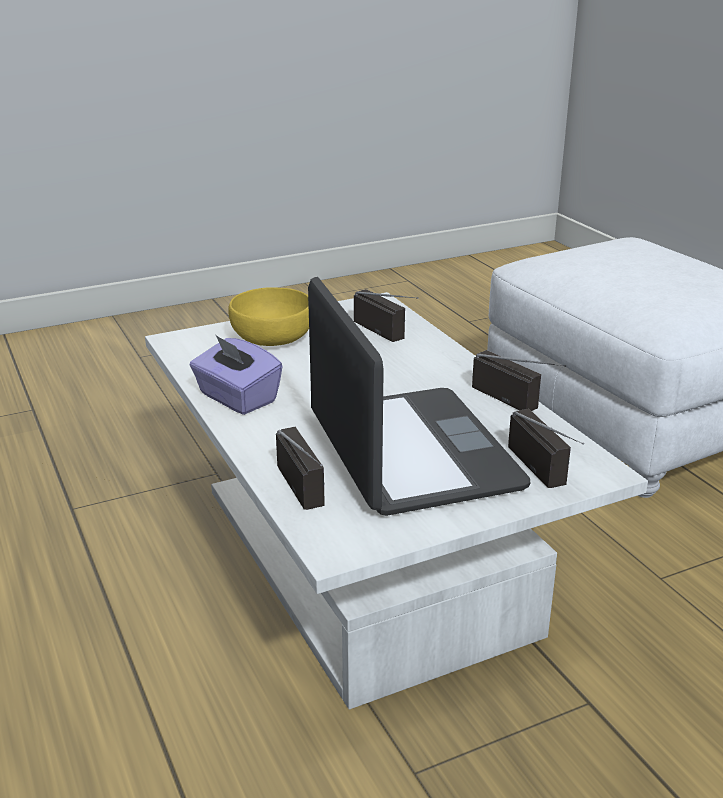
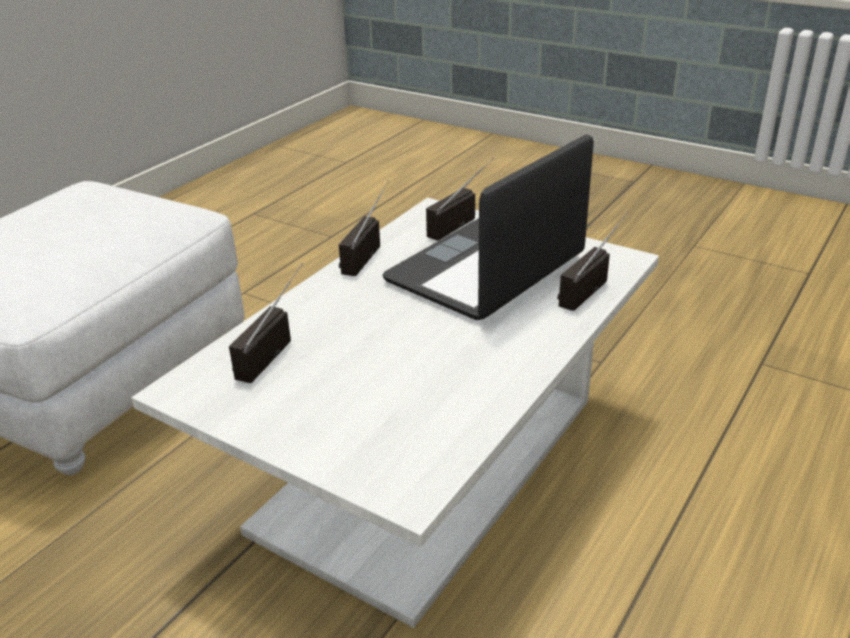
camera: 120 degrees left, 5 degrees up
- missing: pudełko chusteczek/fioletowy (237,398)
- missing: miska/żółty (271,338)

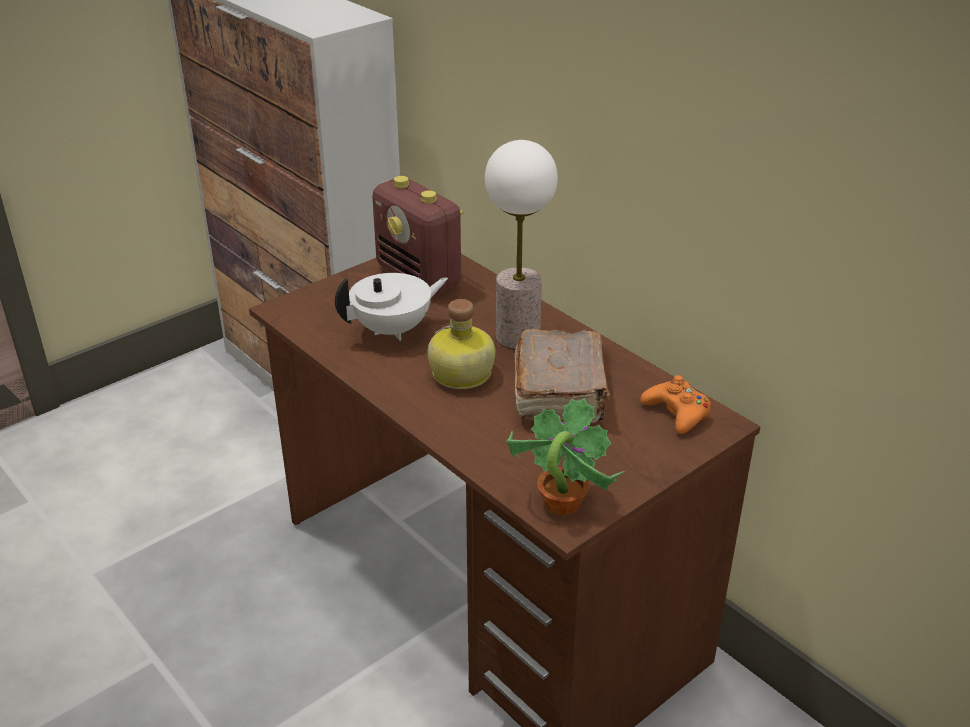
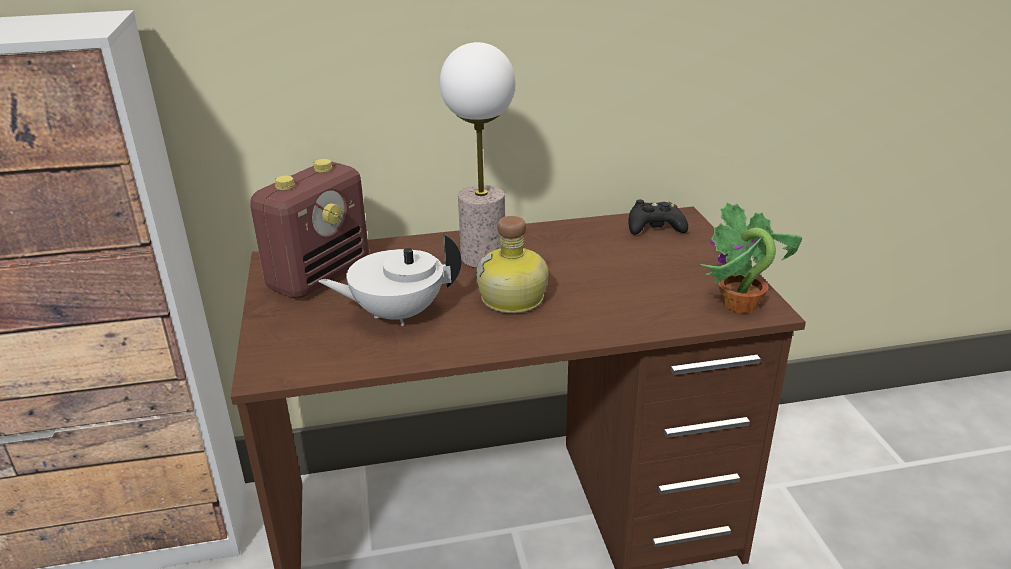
camera: 60 degrees left, 5 degrees down
- spun: imbryk/biały (393,330) = (397,314) 105 degrees counterclockwise
- spun: radio (419,277) = (320,275) 45 degrees counterclockwise
- missing: książka/brązowy (561,393)
- colour: pad do gier/pomarańczowy (677,413) to pad do gier/czarny (655,227)

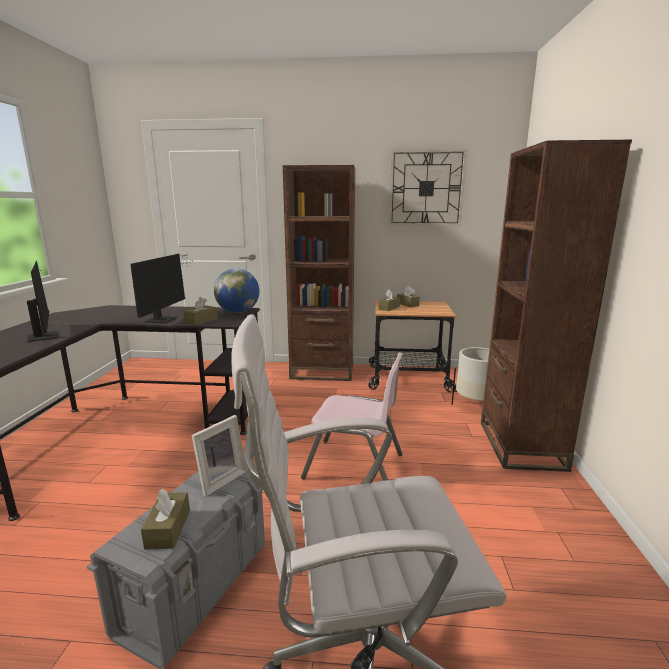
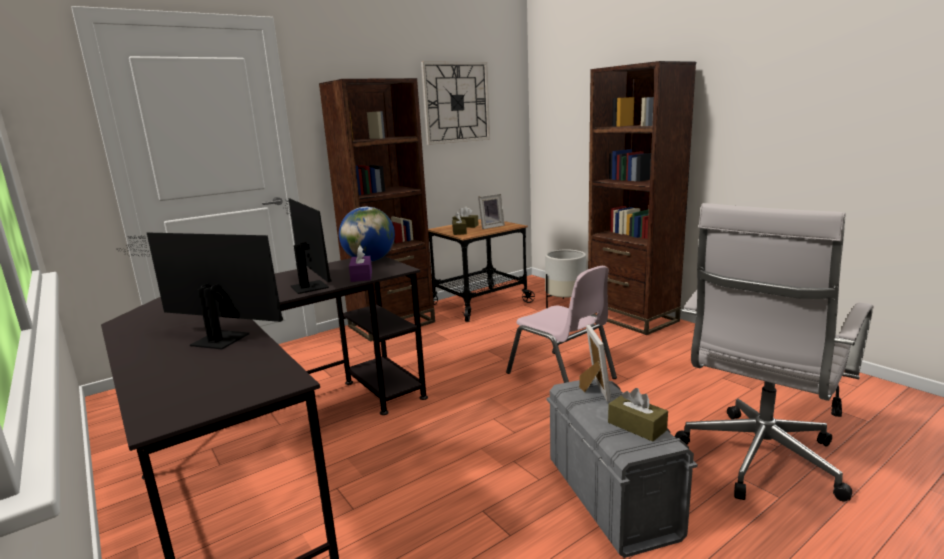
camera: 40 degrees left, 0 degrees up
- colour: pudełko chusteczek/brązowy (201,321) to pudełko chusteczek/fioletowy (361,276)
- spun: krzesło/różowy (354,466) = (561,376) 75 degrees clockwise
- appeared: ramka na zdjęcie (490,226)

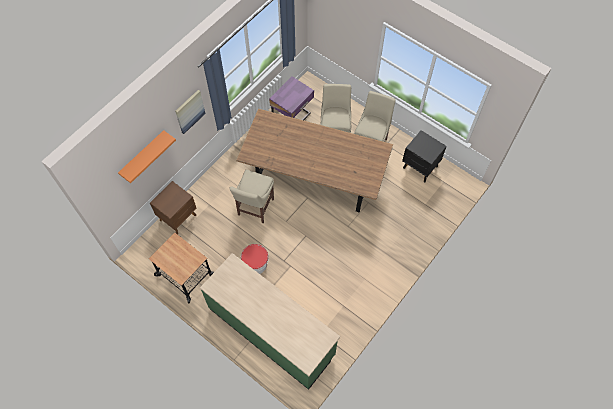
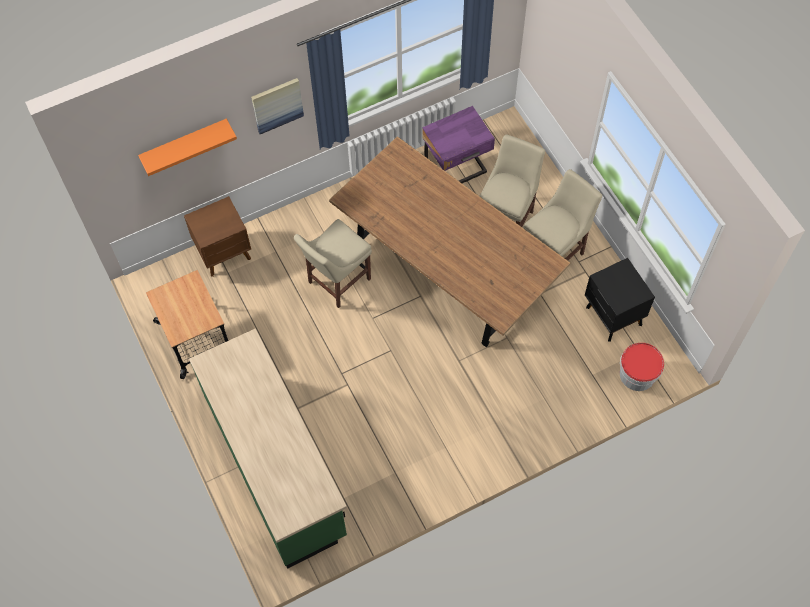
camera: 25 degrees right, 0 degrees up
- relocated: wiadro (255,263) to (637,374)

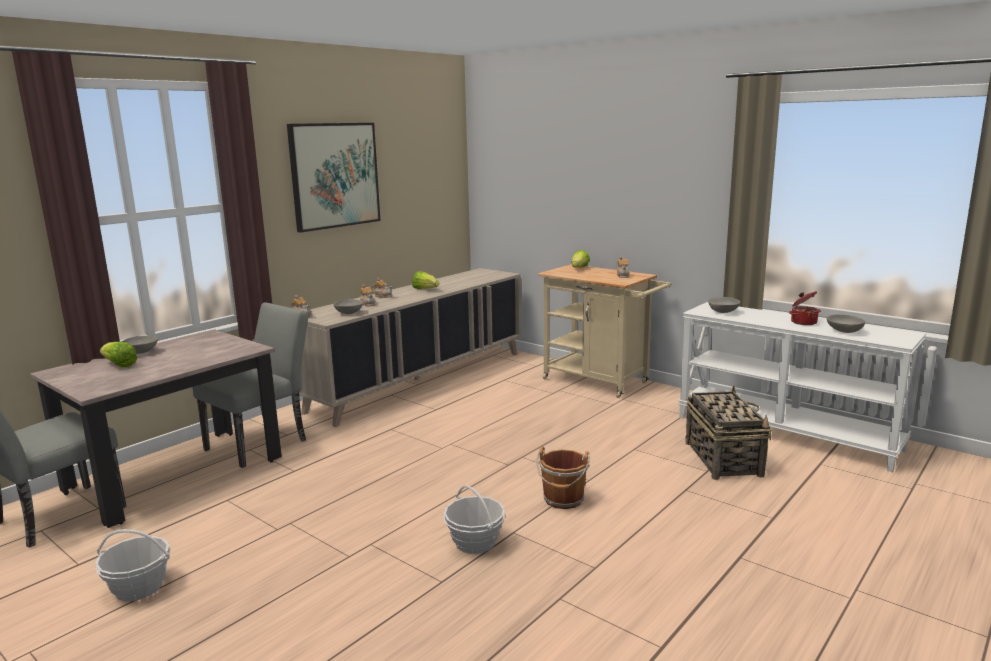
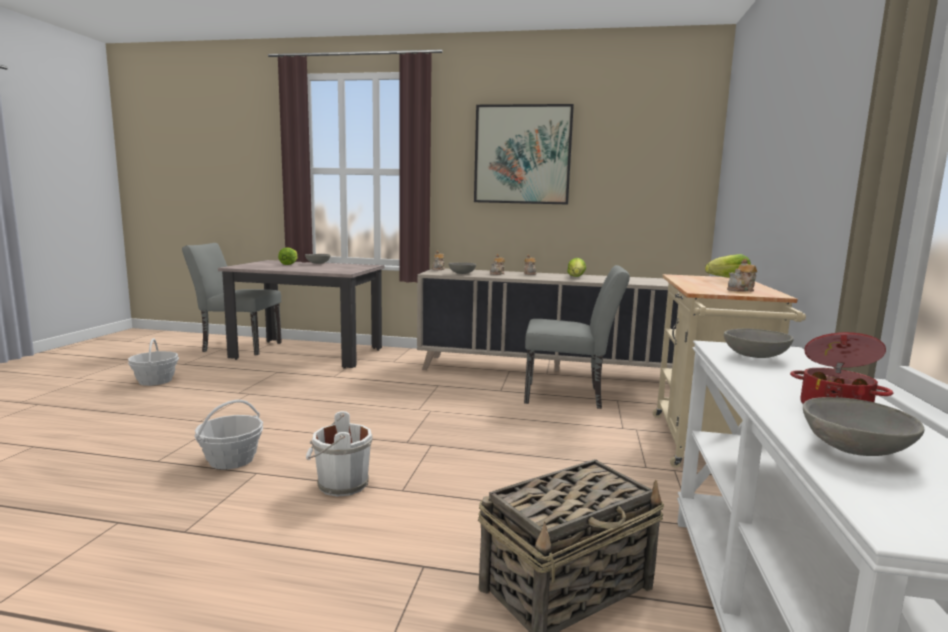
camera: 60 degrees right, 5 degrees down
- relocated: krzesło/szary (263,442) to (570,396)
- colour: wiadro/brązowy (563,500) to wiadro/biały (340,485)

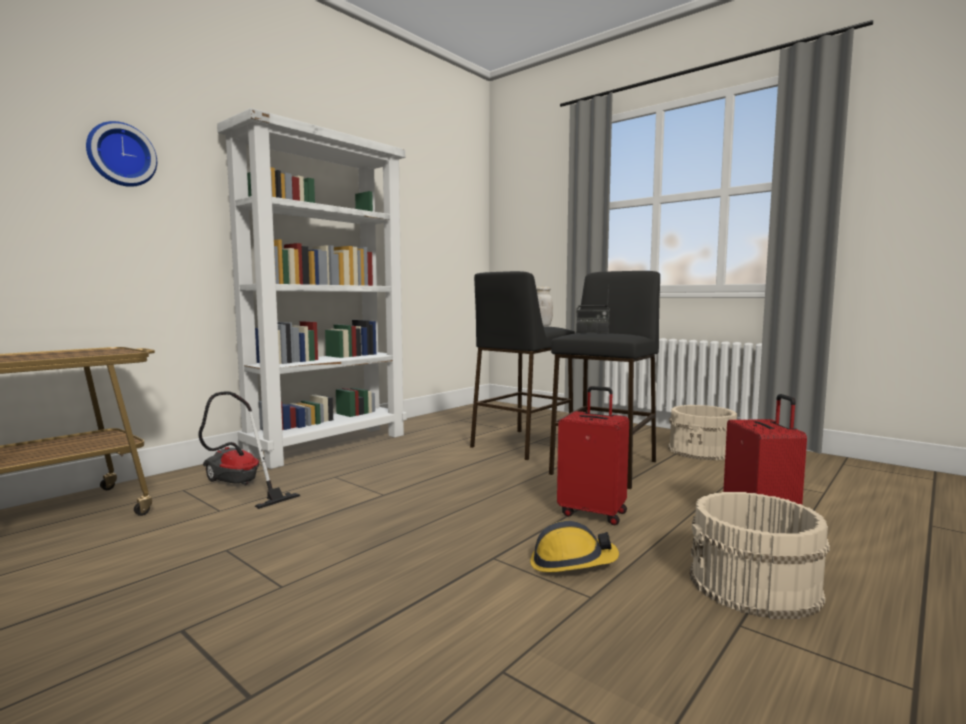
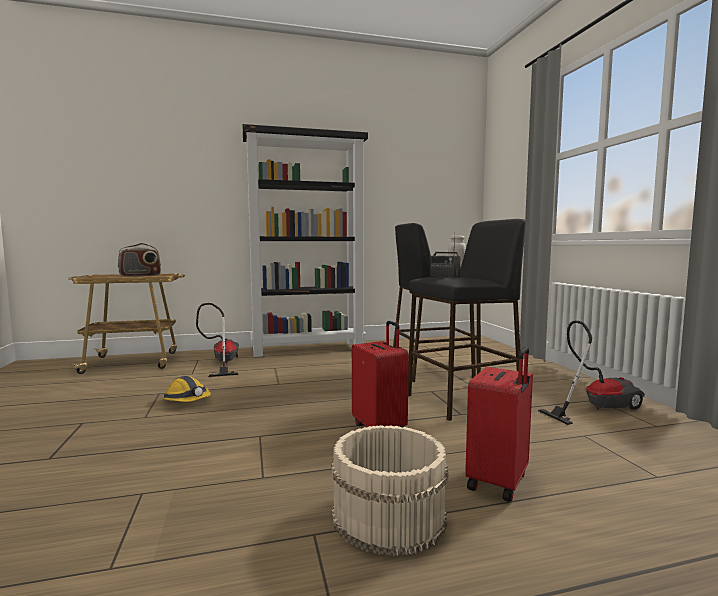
camera: 35 degrees right, 0 degrees up
- missing: zegar ścienny (121,155)
- colour: regał/biały (329,445) to regał/czarny (308,349)
- relocated: kask (571,563) to (187,401)
- exchanged: wiadro/beżowy (702,451) to odkurzacz (595,407)
- appeared: radio (140,275)

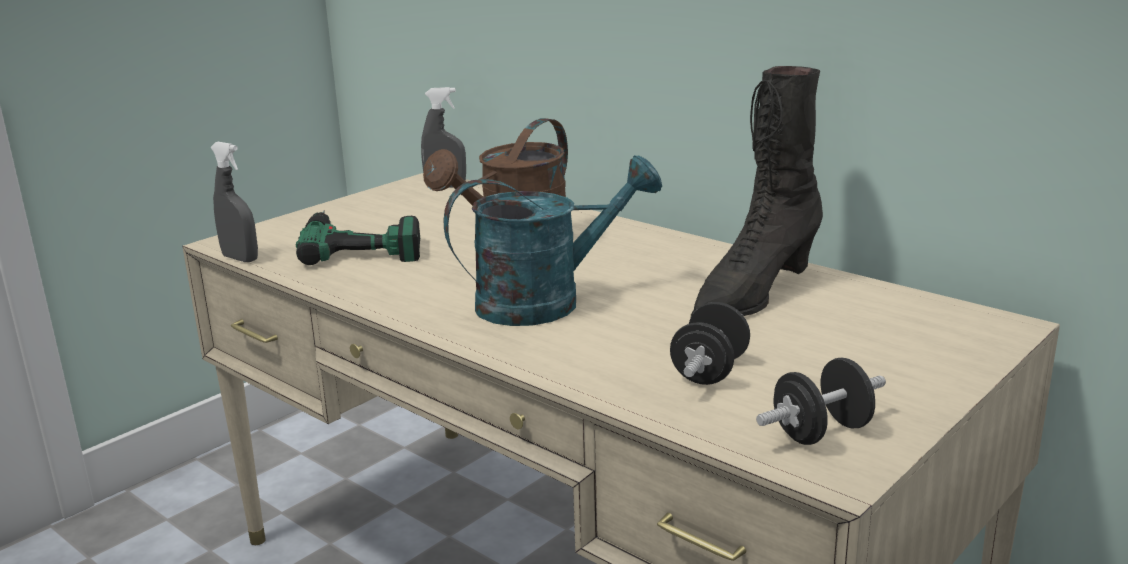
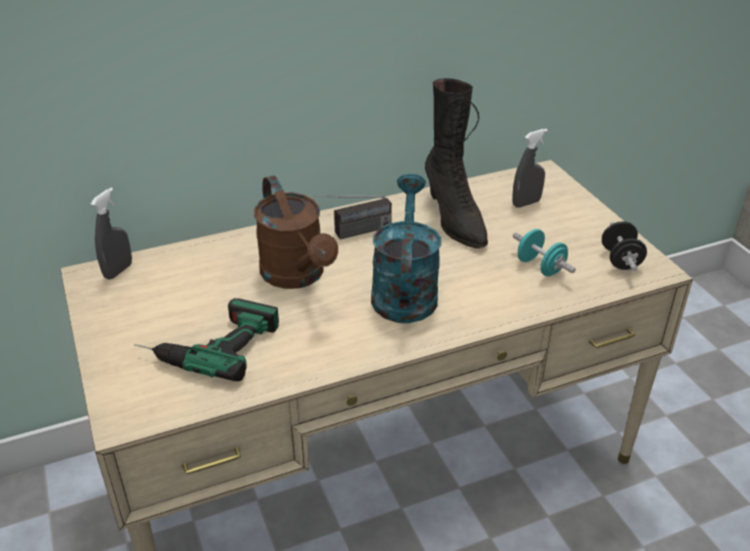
camera: 65 degrees left, 15 degrees up
- relocated: spryskiwacz/szary (240,258) to (526,203)
- colour: hantel/czarny (709,371) to hantel/turkusowy (540,267)
- appeared: radio (349,234)

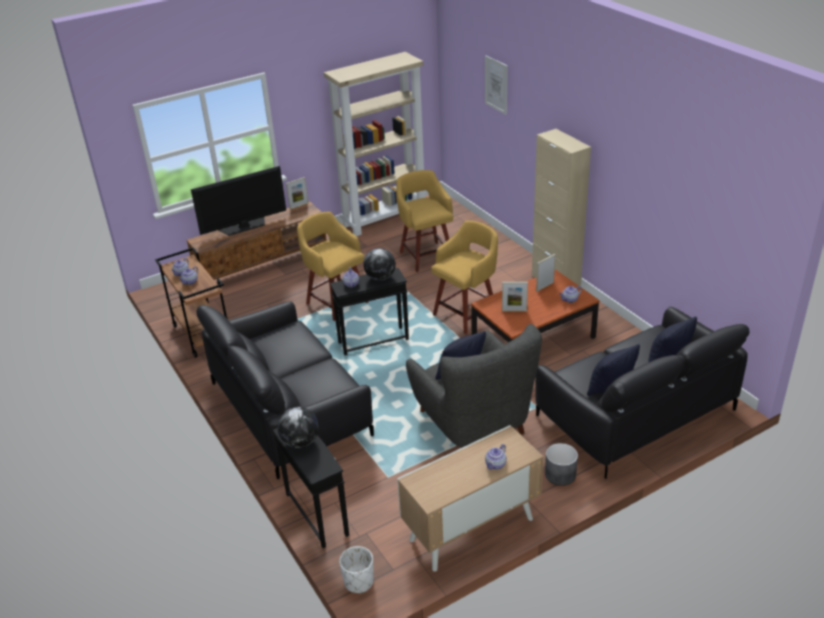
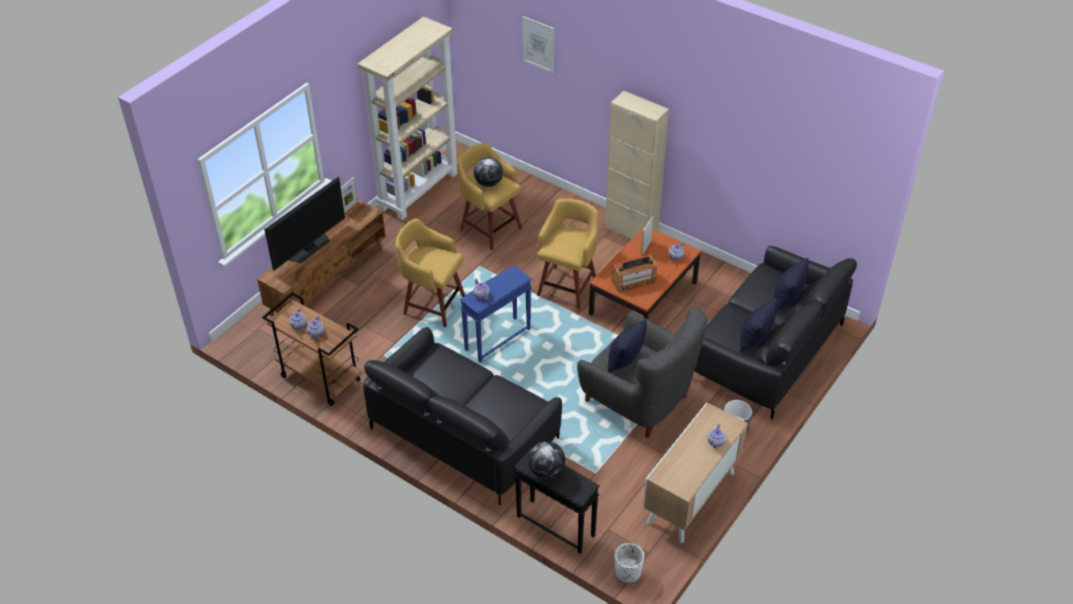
camera: 25 degrees left, 10 degrees up
- colour: stolik/czarny (373,341) to stolik/niebieski (497,339)
- relocated: globus (380,278) to (489,183)
- exchanged: ramka na zdjęcie (514,311) to radio (633,281)

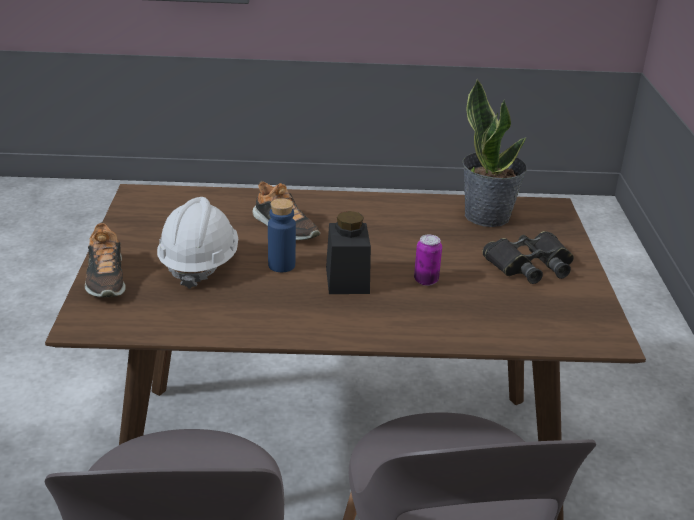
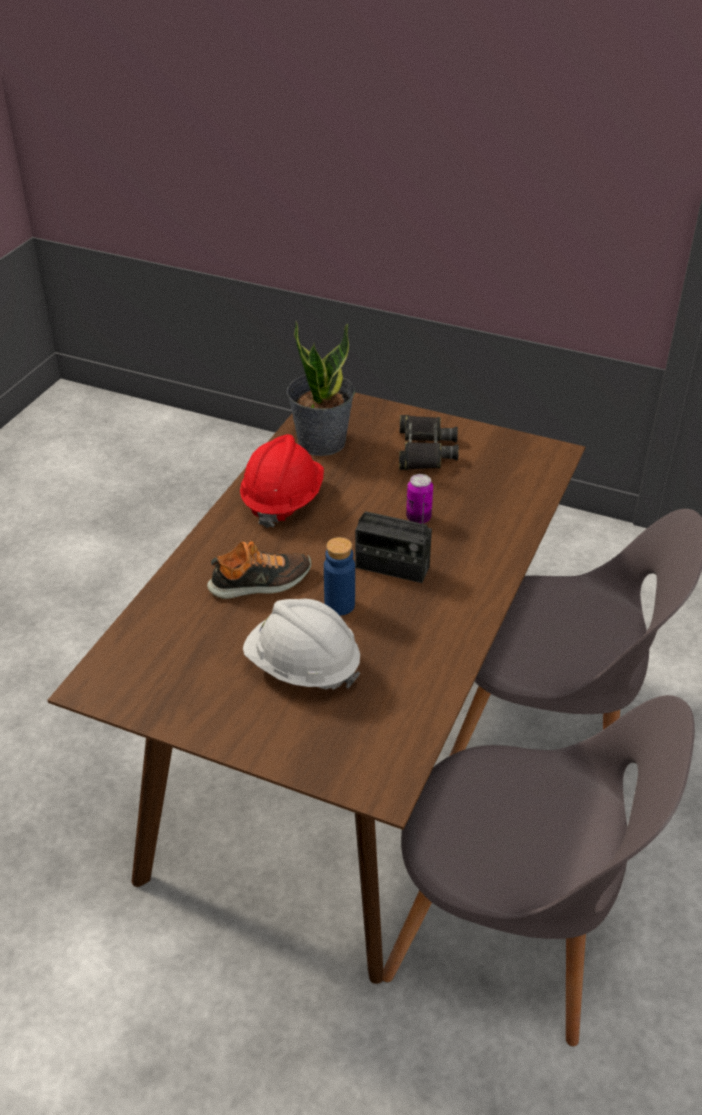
camera: 65 degrees left, 10 degrees up
- missing: but (106,278)
- exchanged: słoik/czarny (347,280) to radio (392,567)
- appeared: kask/czerwony (282,500)

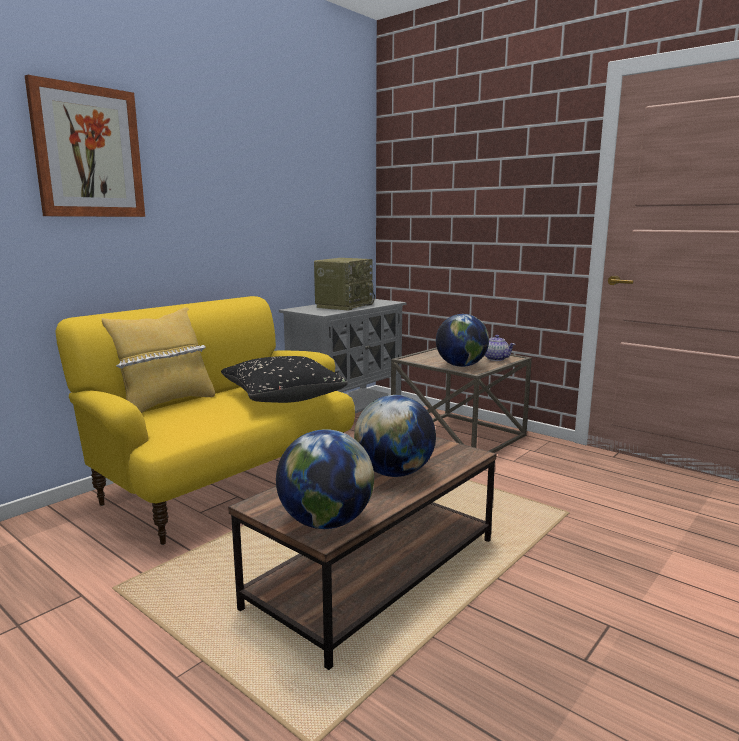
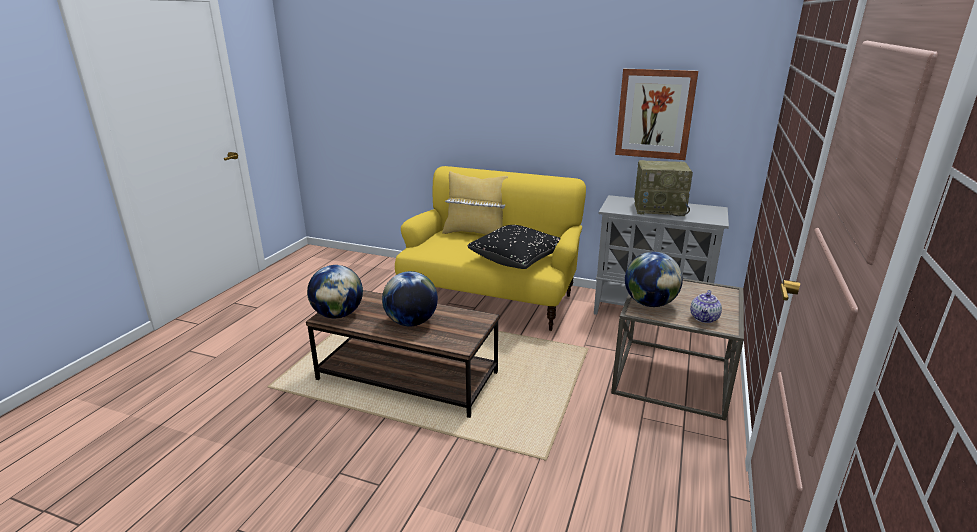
camera: 70 degrees right, 10 degrees up
- relocated: obraz (88,152) to (655,114)

